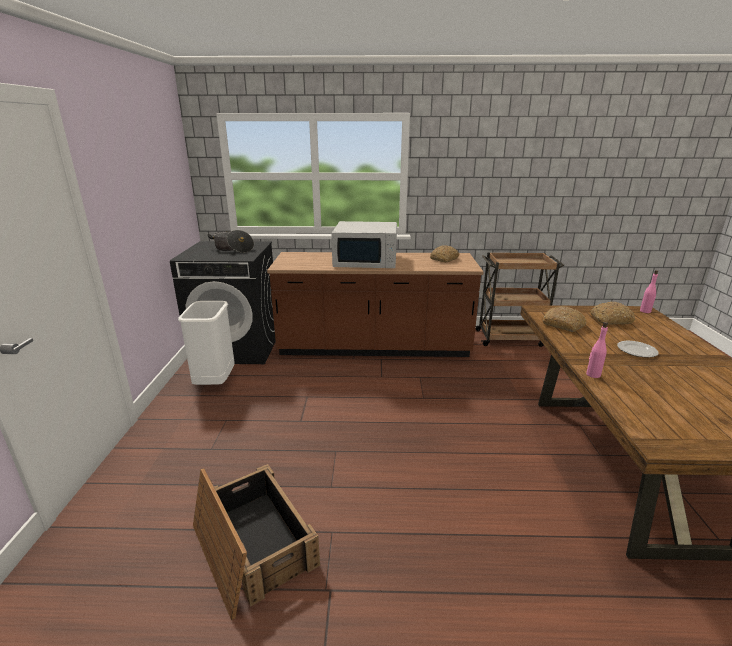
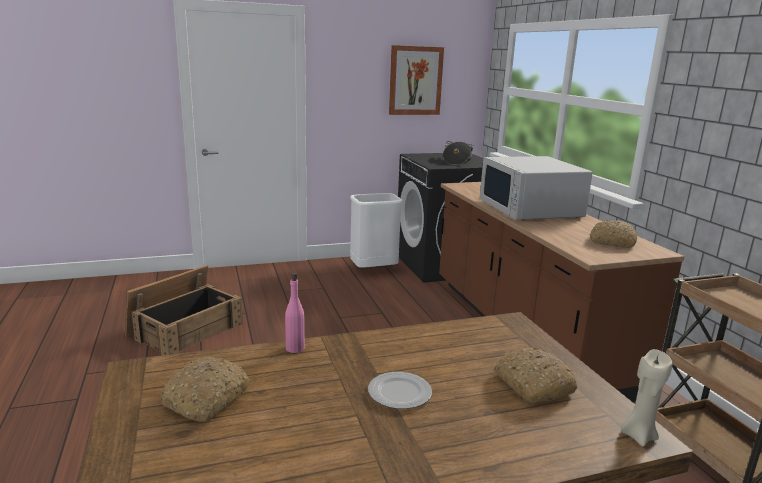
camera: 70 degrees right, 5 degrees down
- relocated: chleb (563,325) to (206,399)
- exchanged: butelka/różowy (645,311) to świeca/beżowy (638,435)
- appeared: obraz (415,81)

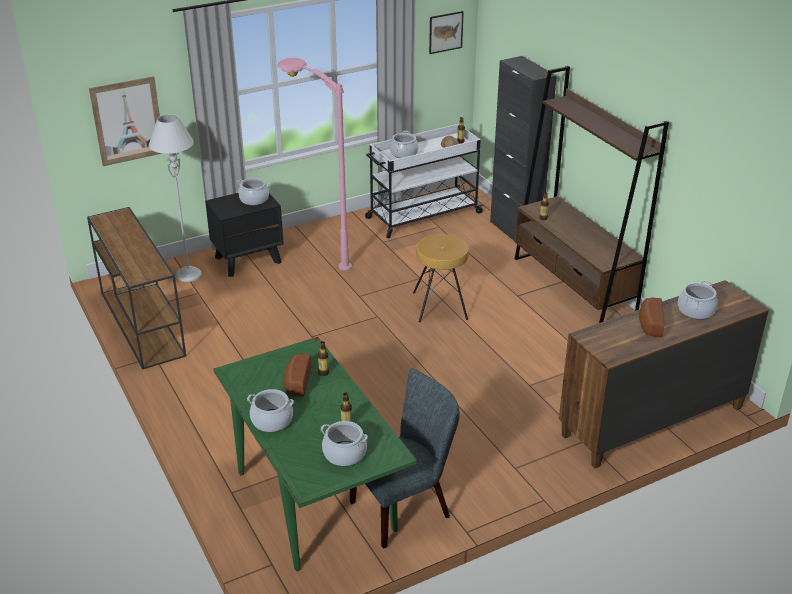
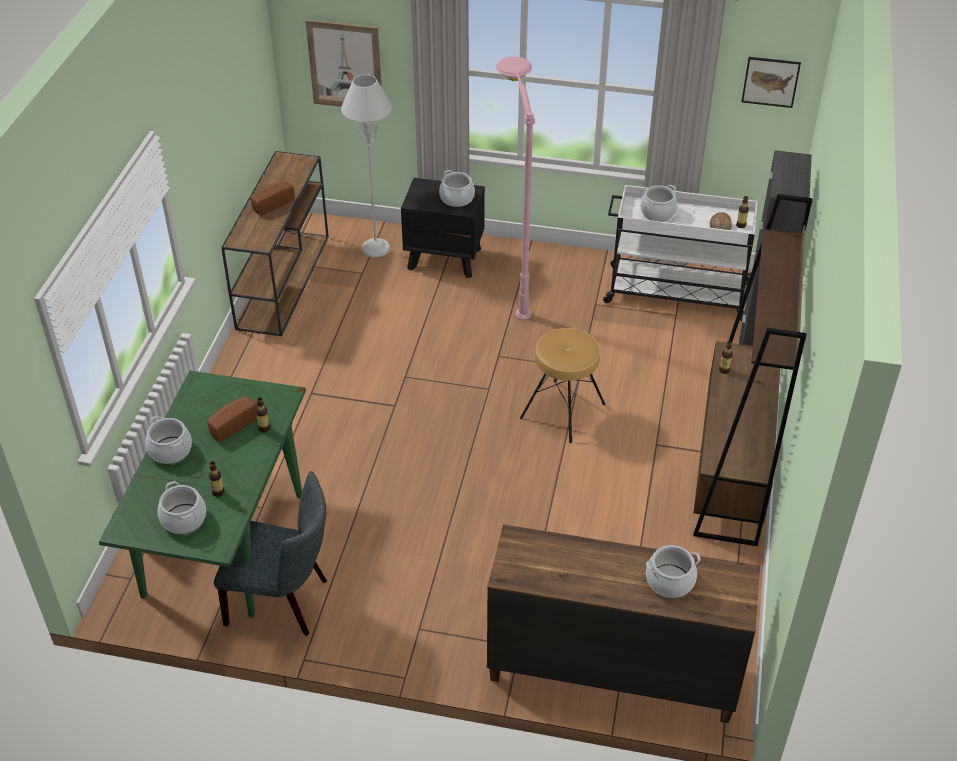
camera: 40 degrees right, 10 degrees up
- relocated: chleb (649,324) to (271,203)

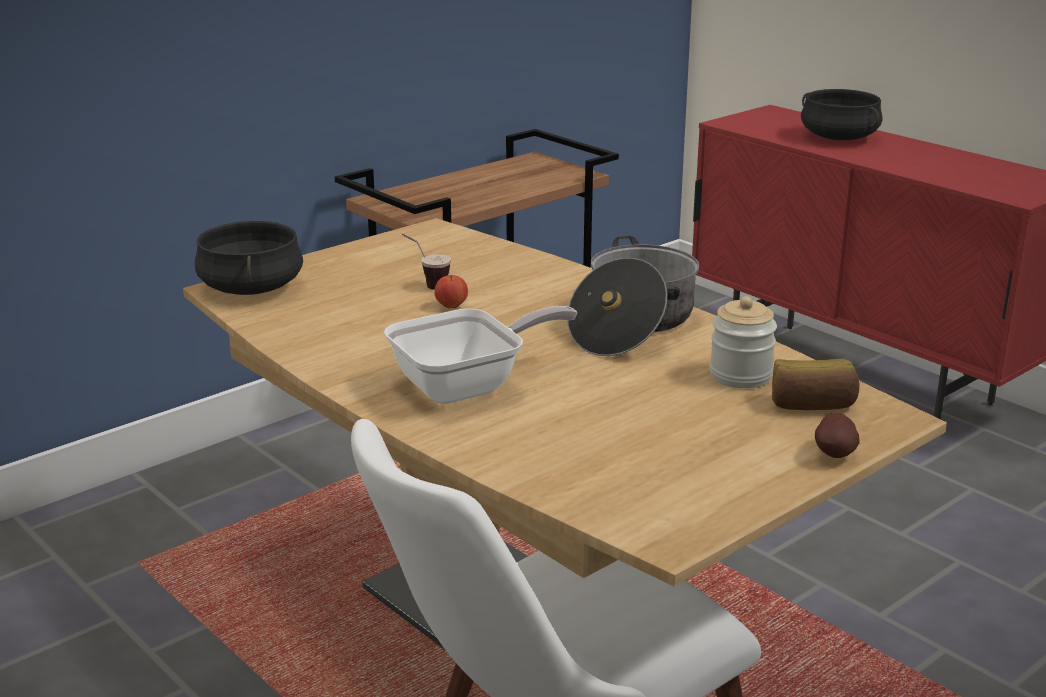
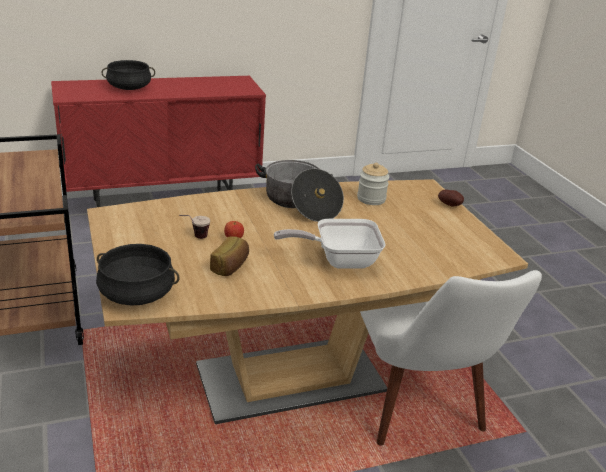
camera: 70 degrees left, 5 degrees up
- spun: patelnia (468,386) = (339,260) 90 degrees counterclockwise
- relocated: chleb (811,405) to (231,266)

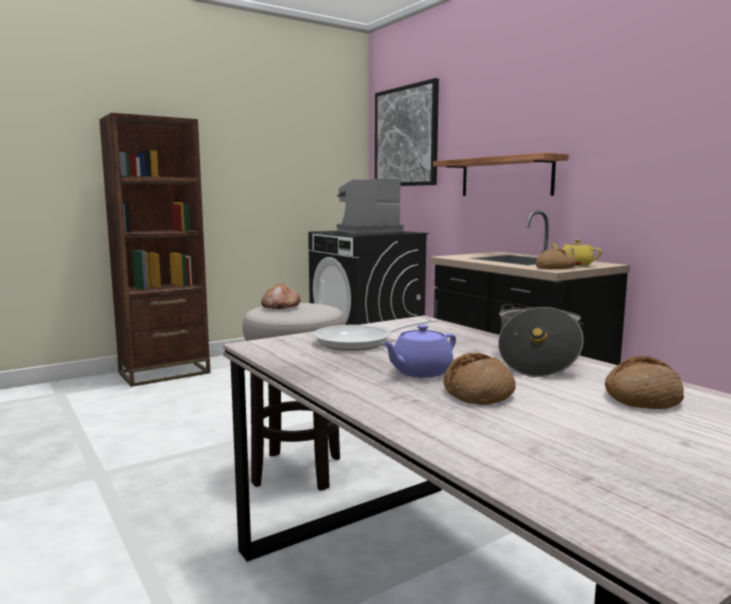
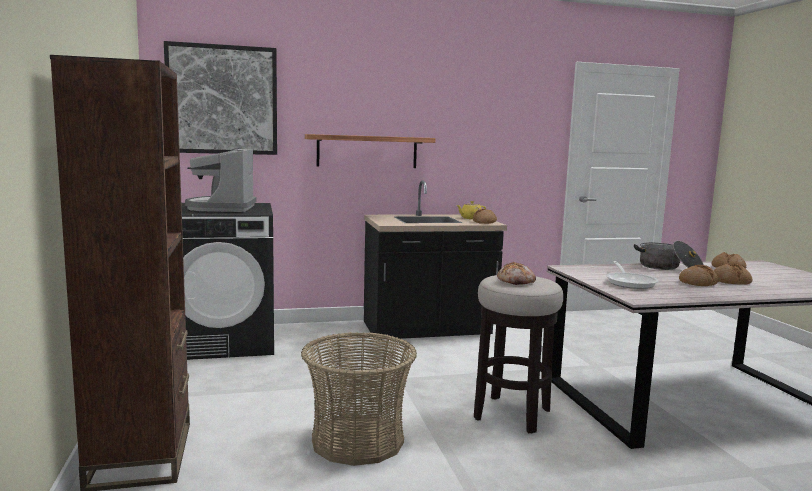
camera: 70 degrees left, 0 degrees up
- exchanged: imbryk/fioletowy (420,372) to chleb (698,283)
- appeared: koszyk (357,441)

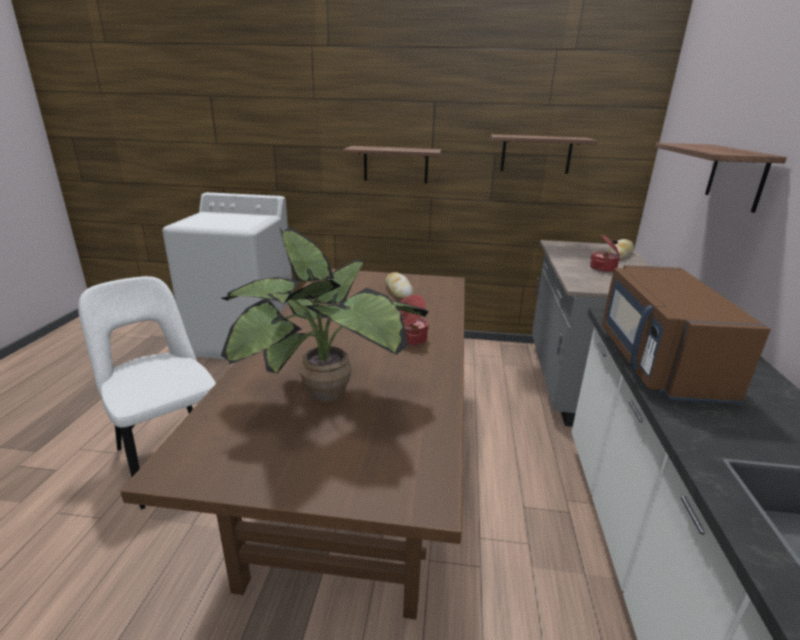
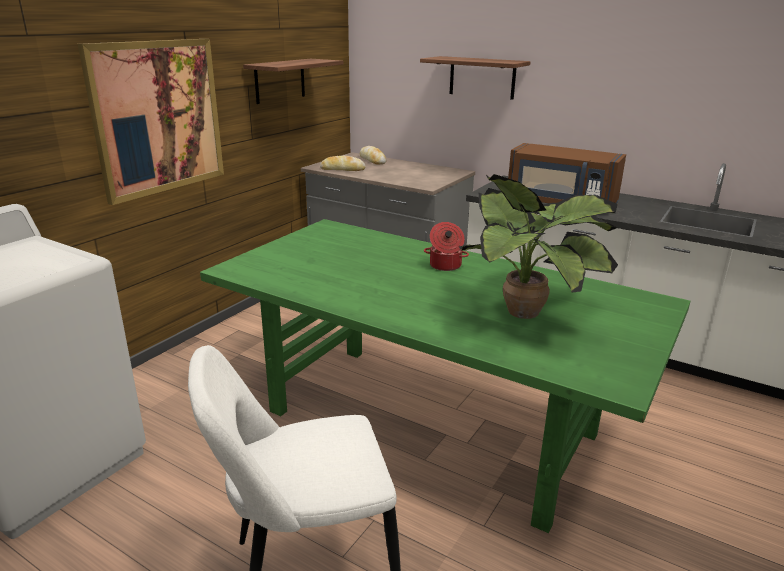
camera: 65 degrees left, 0 degrees up
- colour: stół jadalny/brązowy (360,470) to stół jadalny/zielony (427,422)
- exchanged: półka (395,164) to obraz (158,117)
- relocated: chleb (398,290) to (342,169)
- missing: garnek (604,269)

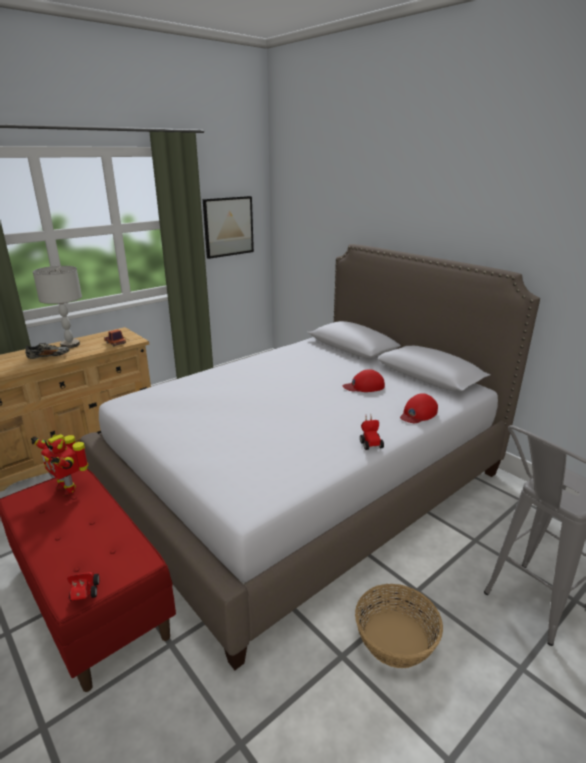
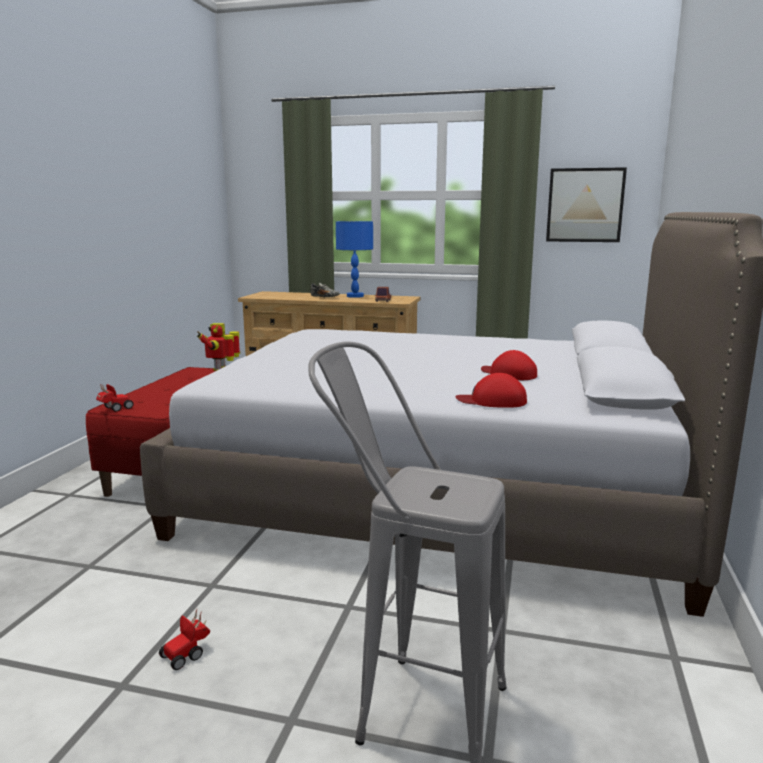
camera: 55 degrees right, 10 degrees down
- colour: lampa stołowa/szary (70,345) to lampa stołowa/niebieski (354,296)
- missing: koszyk (396,638)
- relocated: samochodzik (369,442) to (187,654)

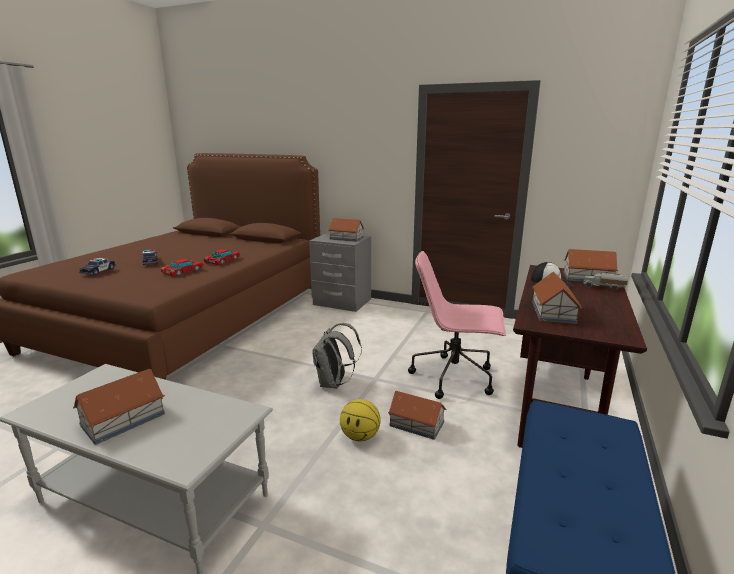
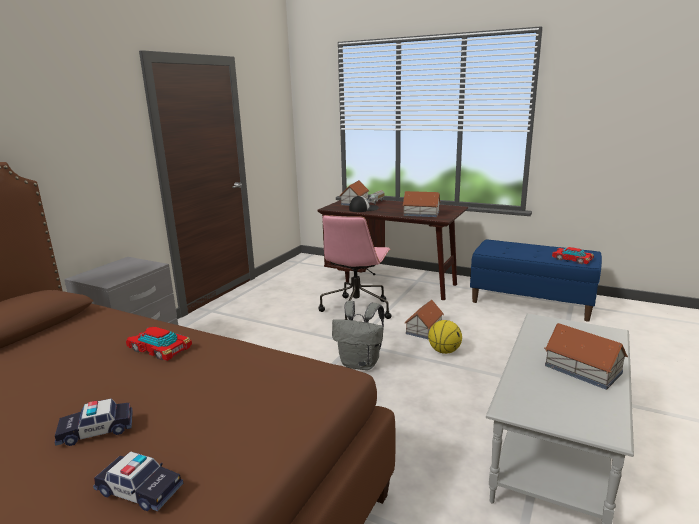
camera: 85 degrees left, 0 degrees up
- relocated: samochodzik (183,271) to (572,259)
- missing: domek (346,238)

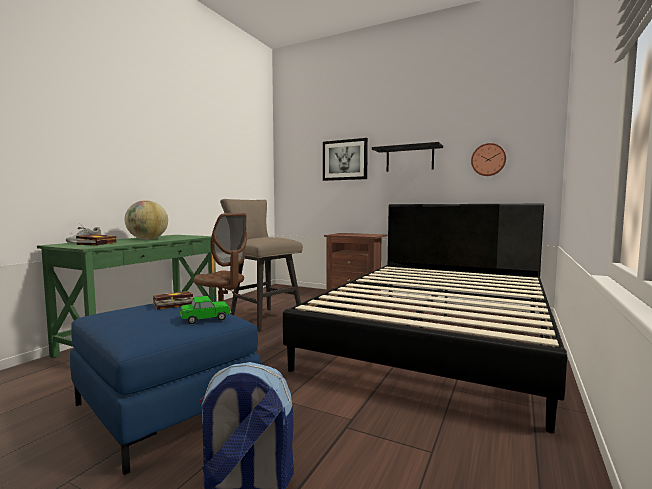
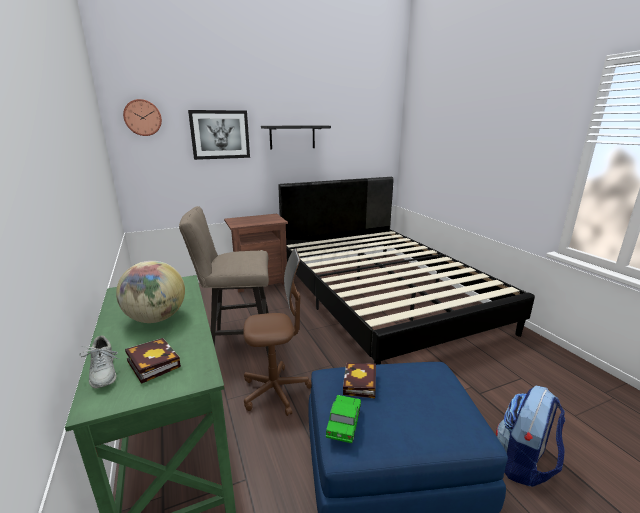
camera: 50 degrees left, 15 degrees up
- relocated: samochodzik (205,319) to (344,425)
- relocated: zegar ścienny (488,160) to (143,117)

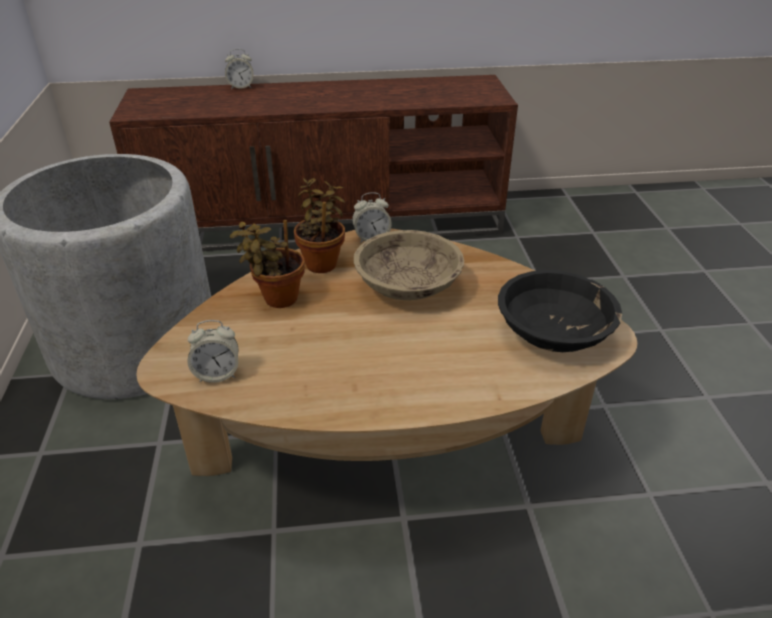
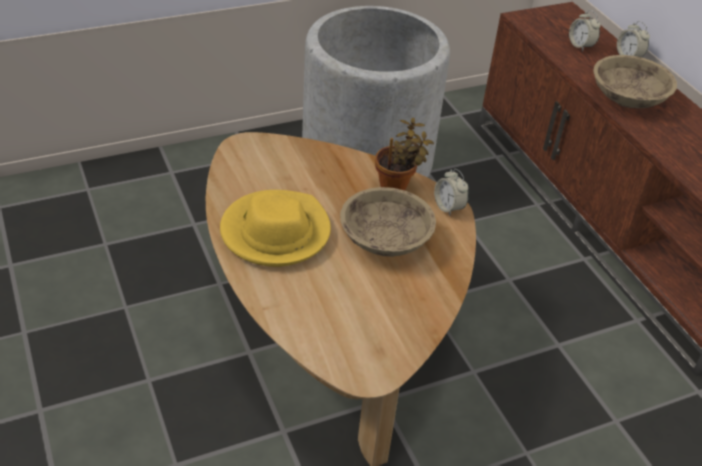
camera: 70 degrees right, 5 degrees up
- relocated: budzik (217,374) to (580,46)
- missing: roślina doniczkowa (276,298)
- missing: miska/czarny (553,333)
- appeared: kapelusz/żółty (275,232)
- appeared: miska/beżowy (627,99)

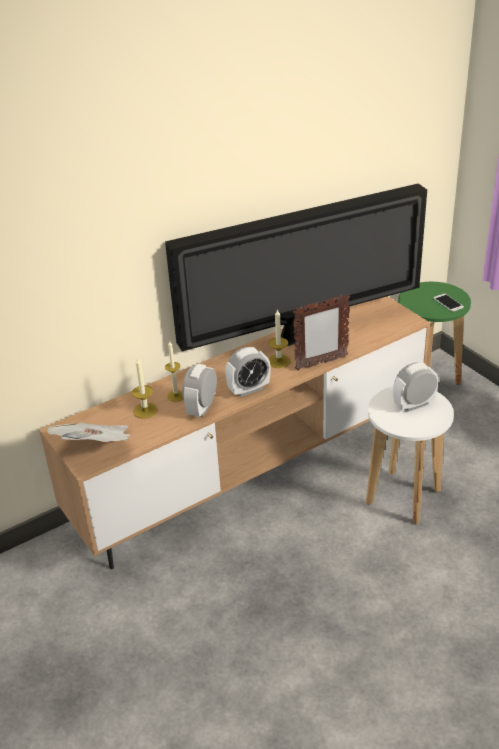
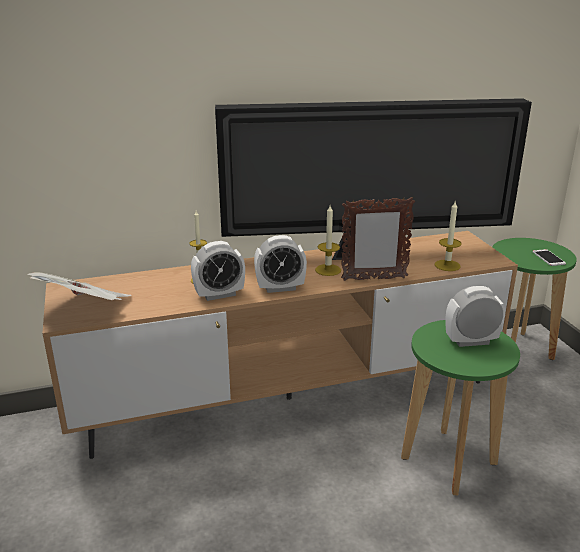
camera: 15 degrees right, 10 degrees down
- relocated: świeca (145,410) to (447,265)
- spun: budzik (201,408) = (219,294) 150 degrees counterclockwise
- colour: stołek/biały (403,497) to stołek/zielony (448,461)

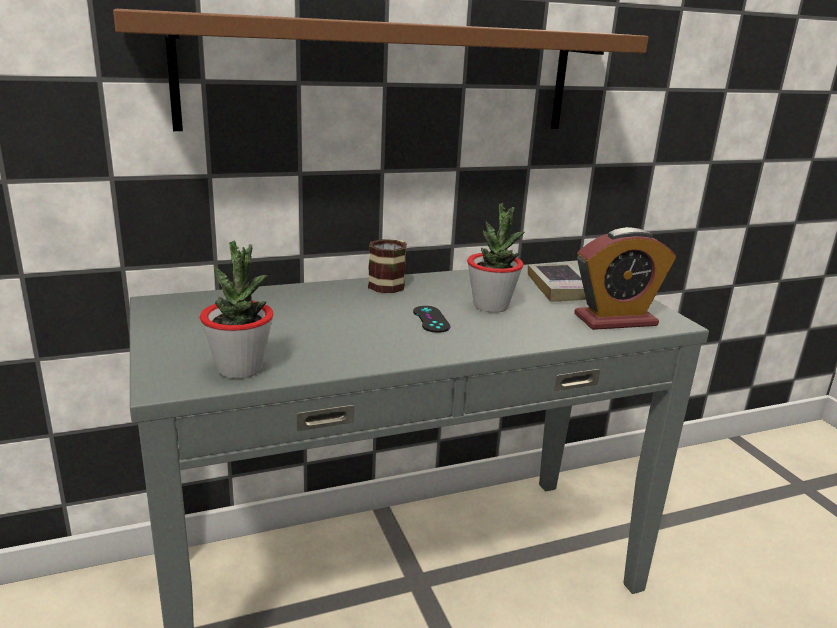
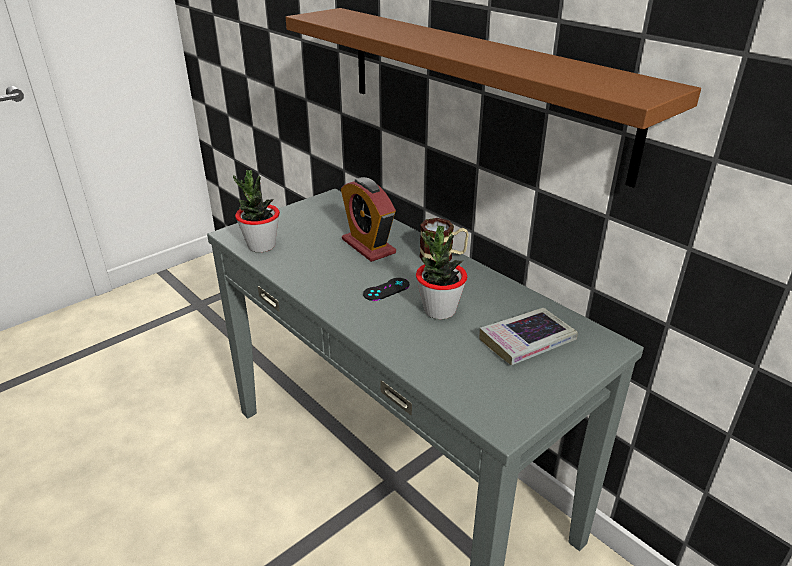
camera: 70 degrees right, 10 degrees up
- relocated: budzik (615,320) to (368,246)

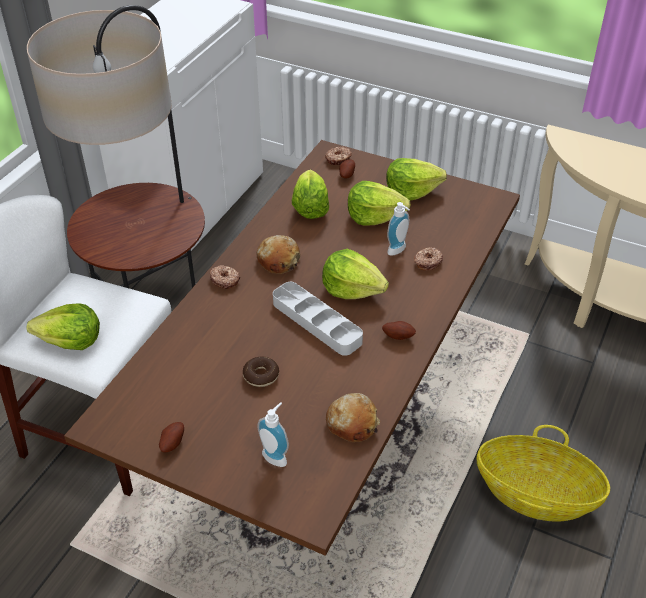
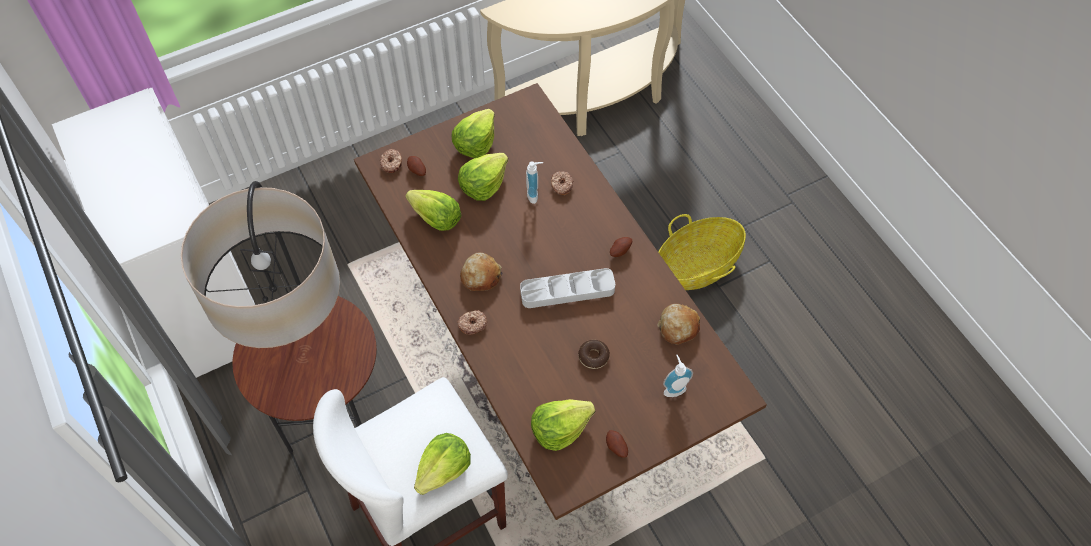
camera: 55 degrees left, 15 degrees up
- relocated: sałata (352,289) to (559,428)

